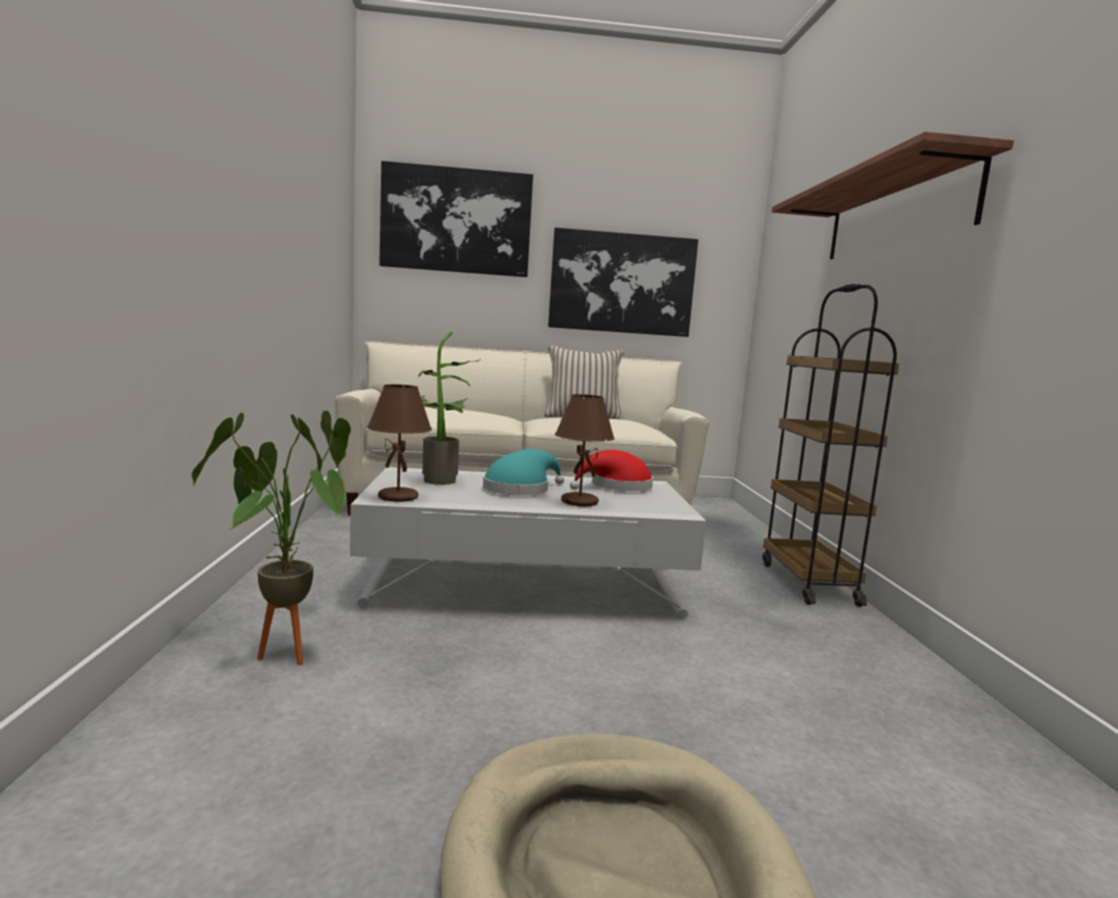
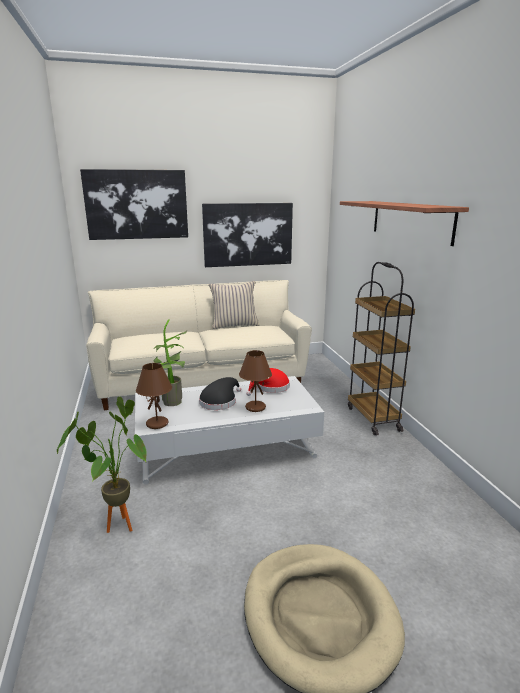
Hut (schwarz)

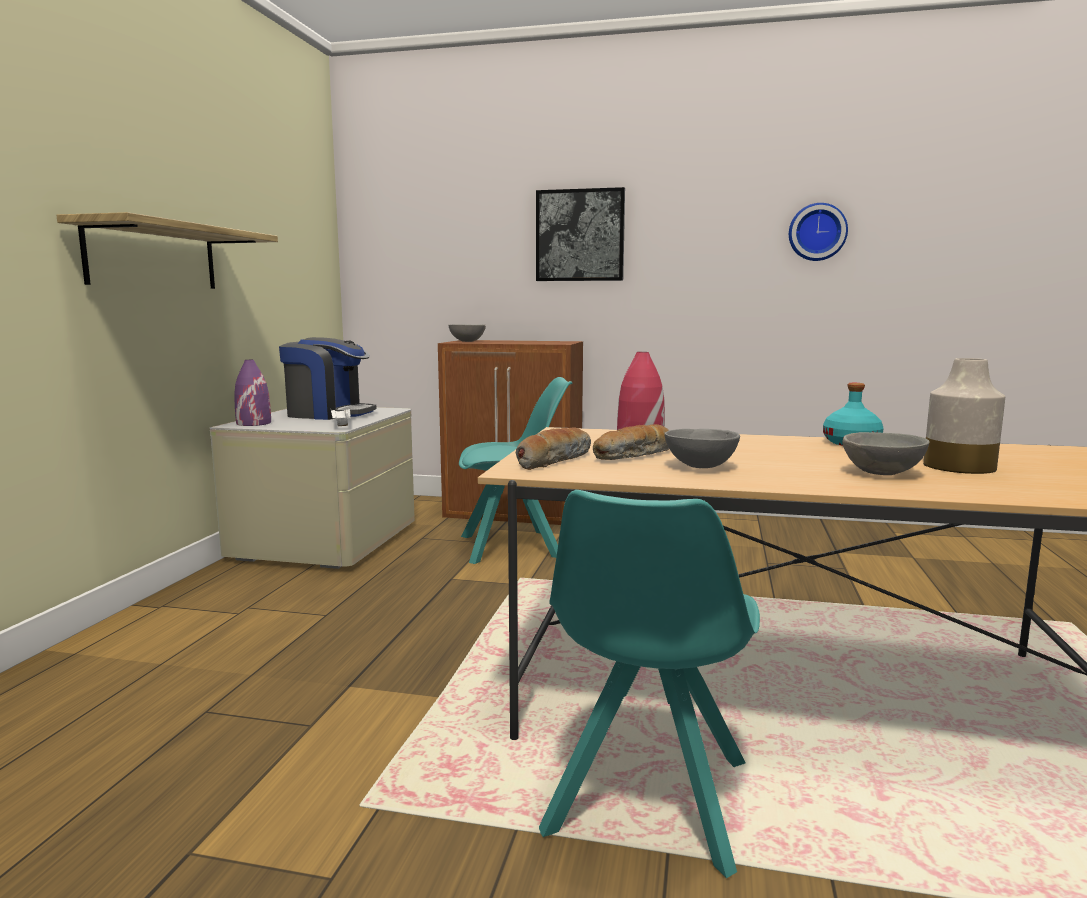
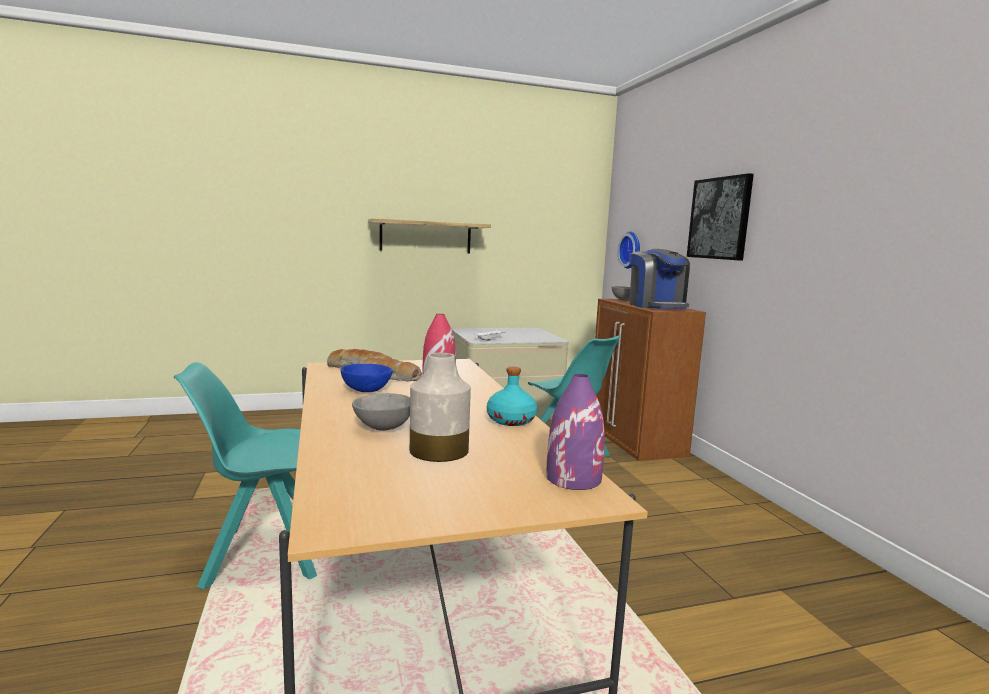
Wanduhr
Kaffeemaschine
Vase (lila)
Schüssel (blau)

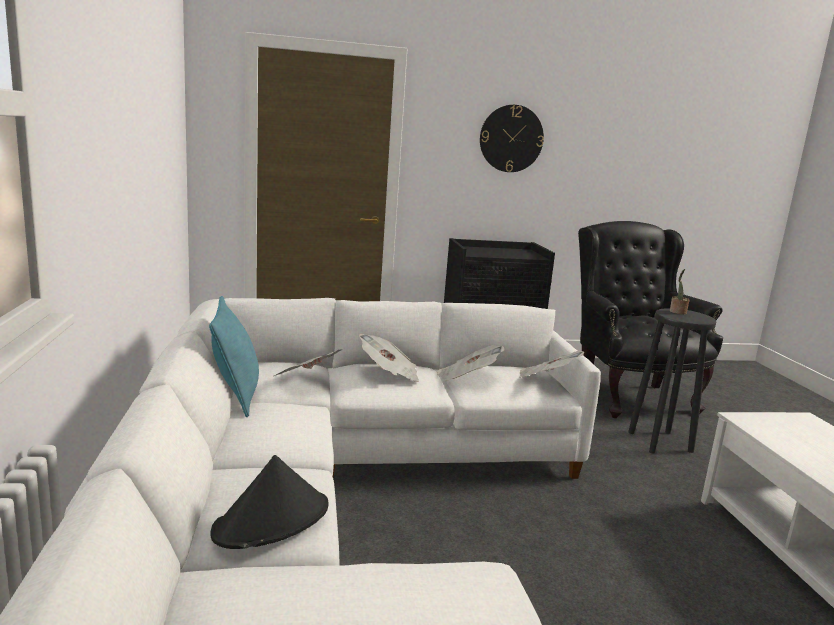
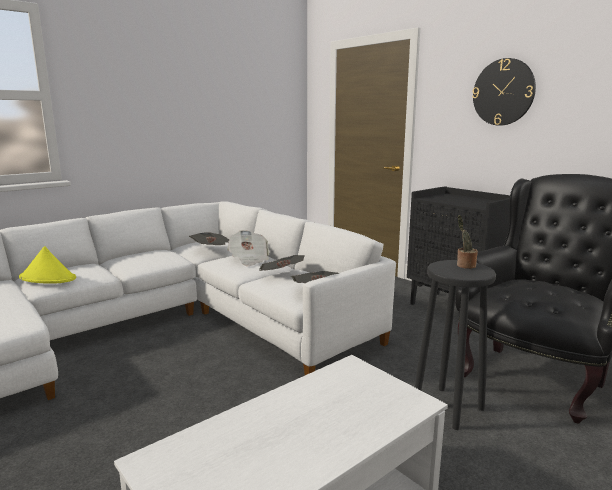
Kissen (türkis)
Hut (gelb)

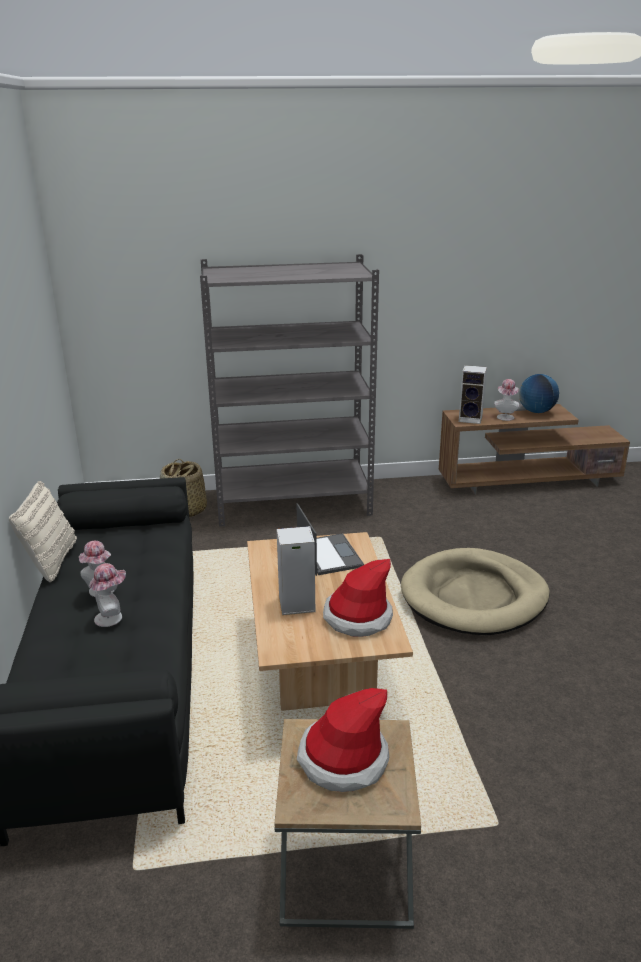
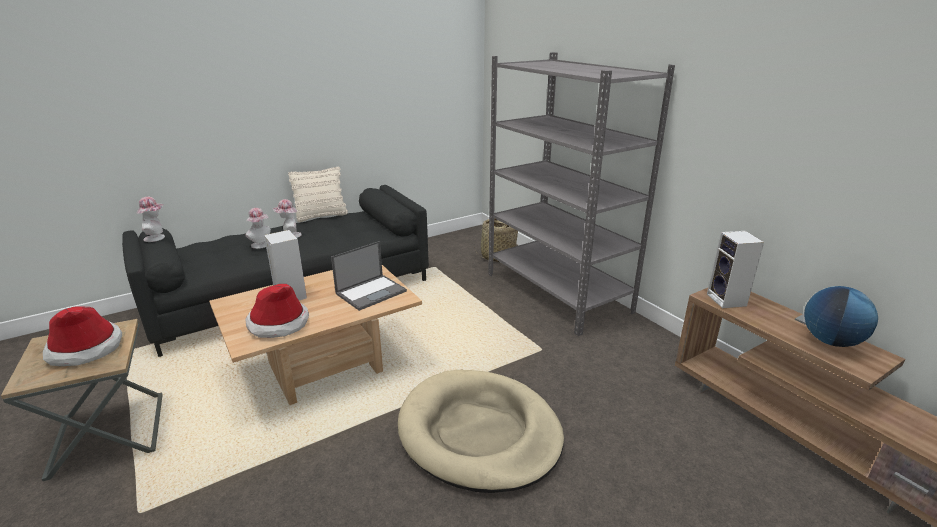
Hut (2nd from left)

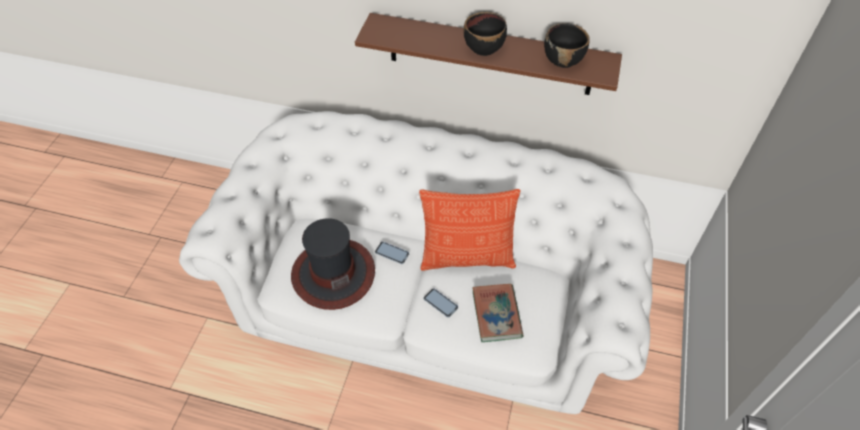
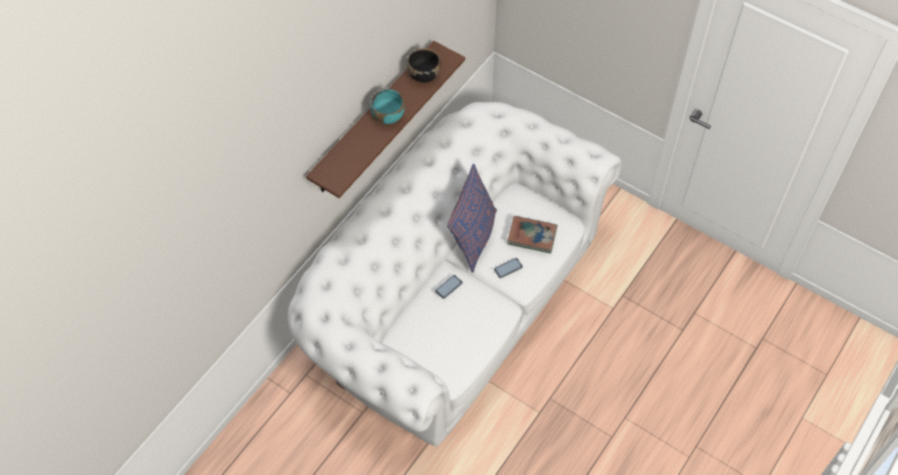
Schüssel (türkis)
Kissen (blau)
Hut

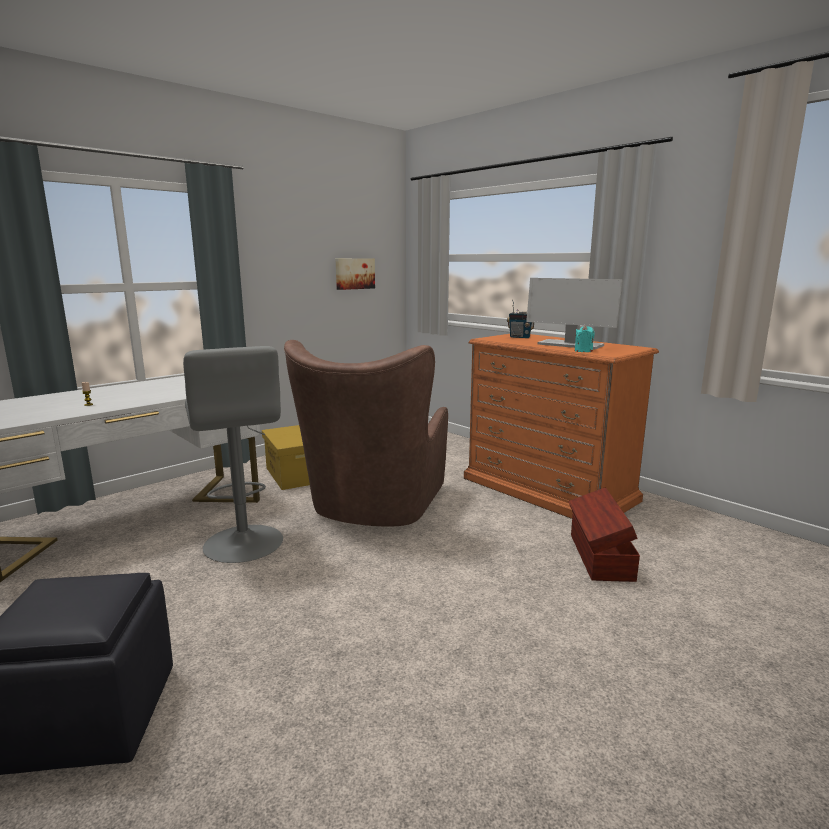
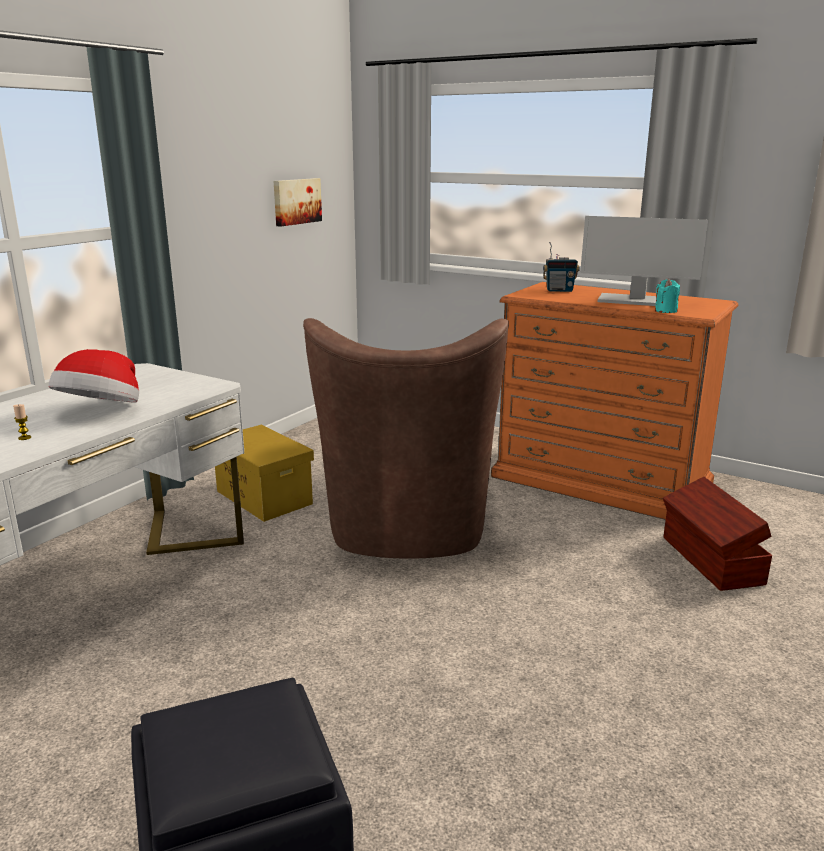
Hocker (grau)
Hut

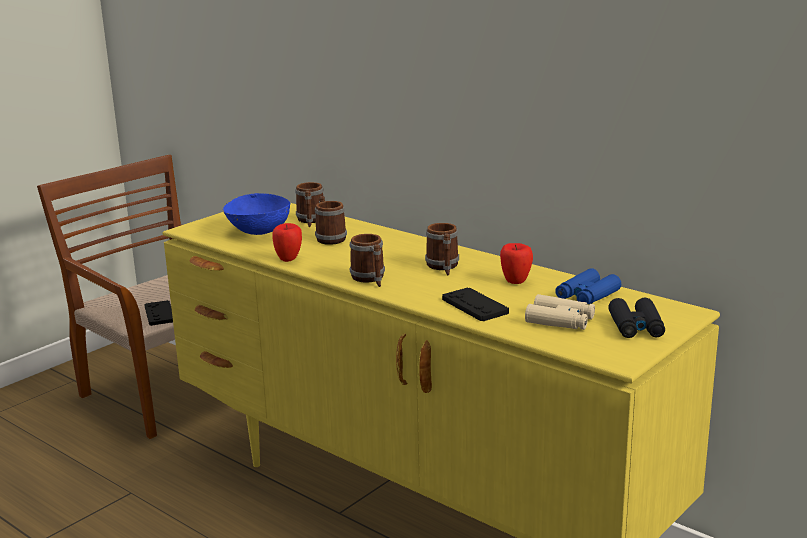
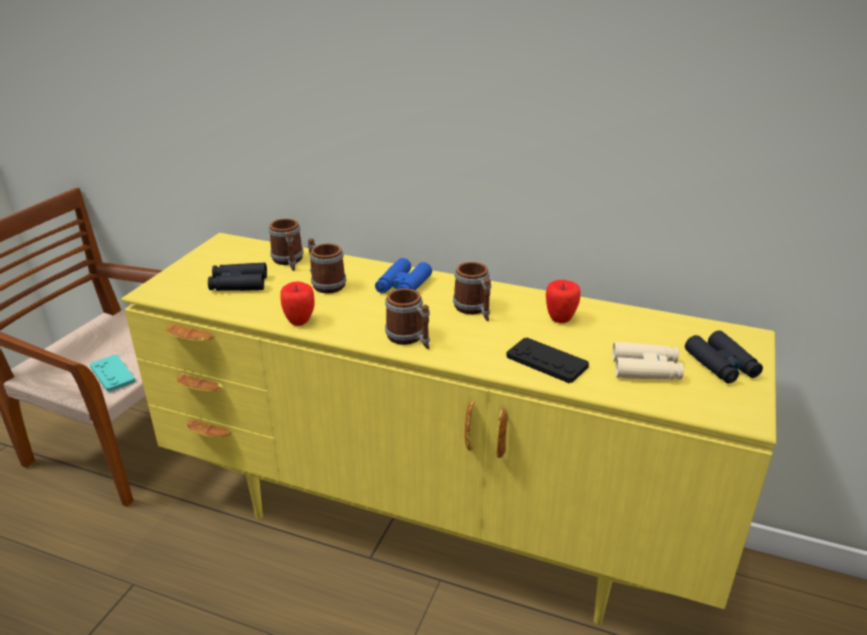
Fernglas (schwarz) (1st from left)
Fernglas (blau)
Gamepad (türkis)

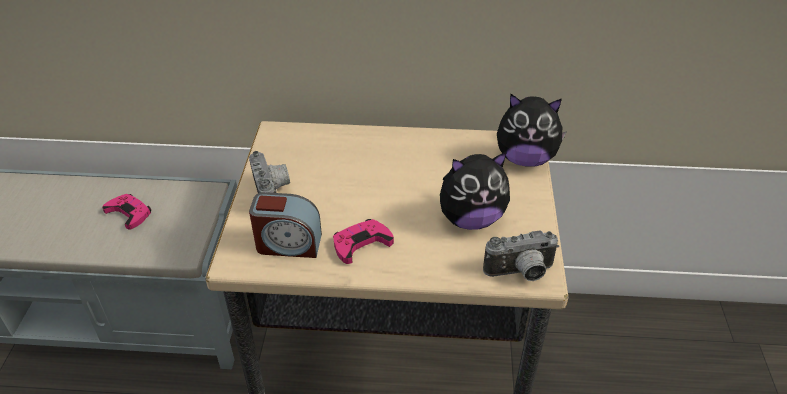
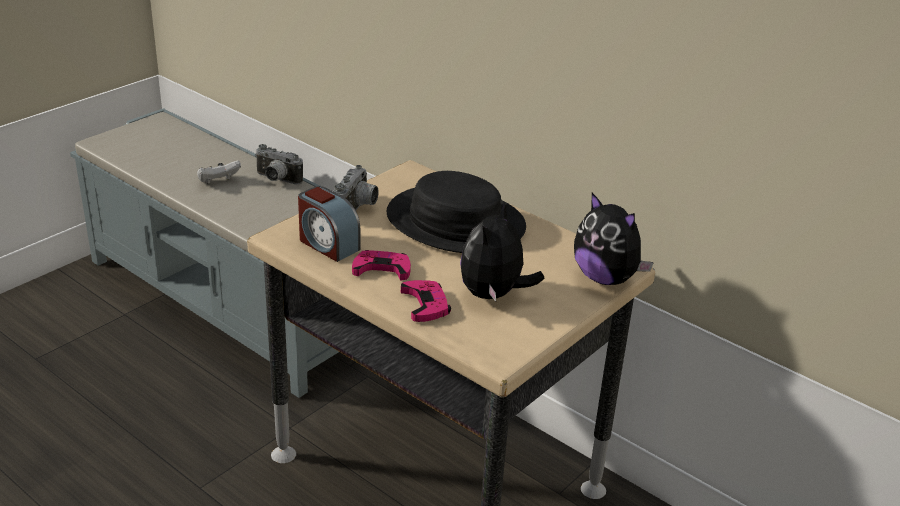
Plüschtier (1st from left)
Gamepad (rosa) (2nd from left)
Kamera (1st from left)
Gamepad (weiß)
Hut (schwarz)

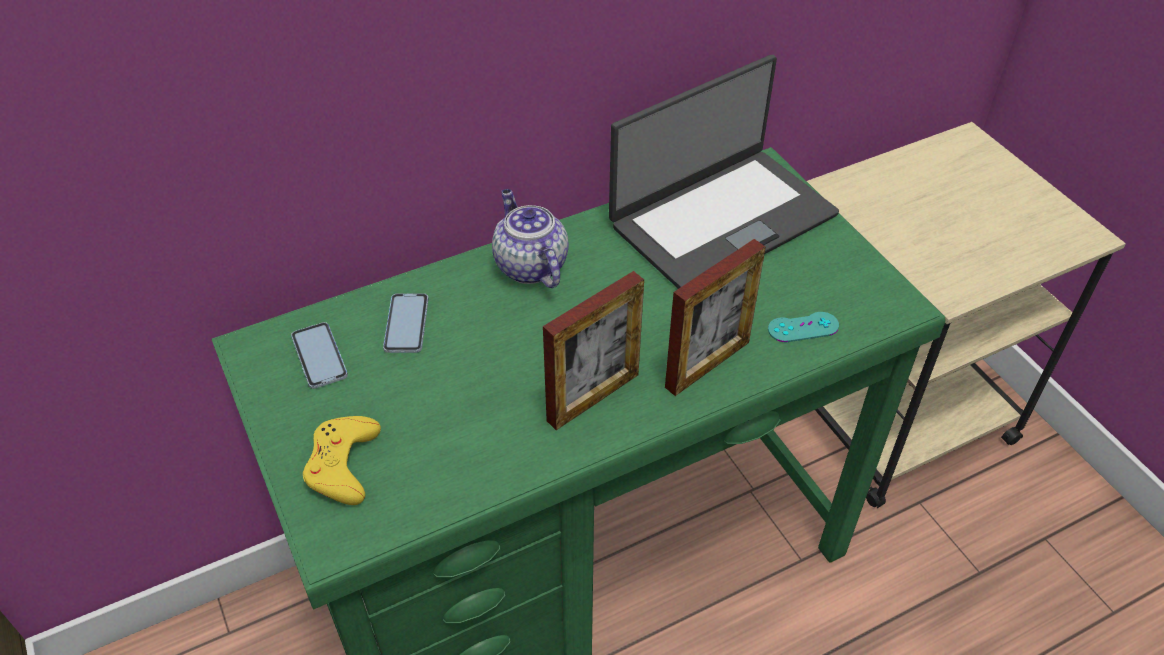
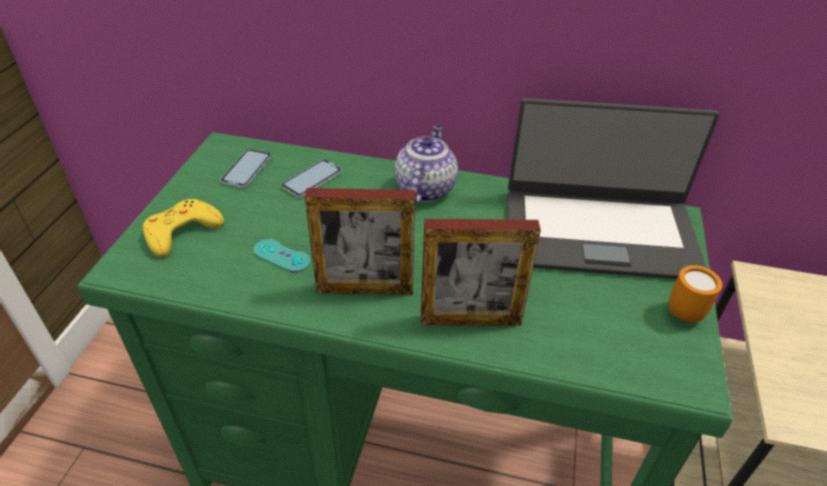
Gamepad (türkis)
Henkelbecher (orange)

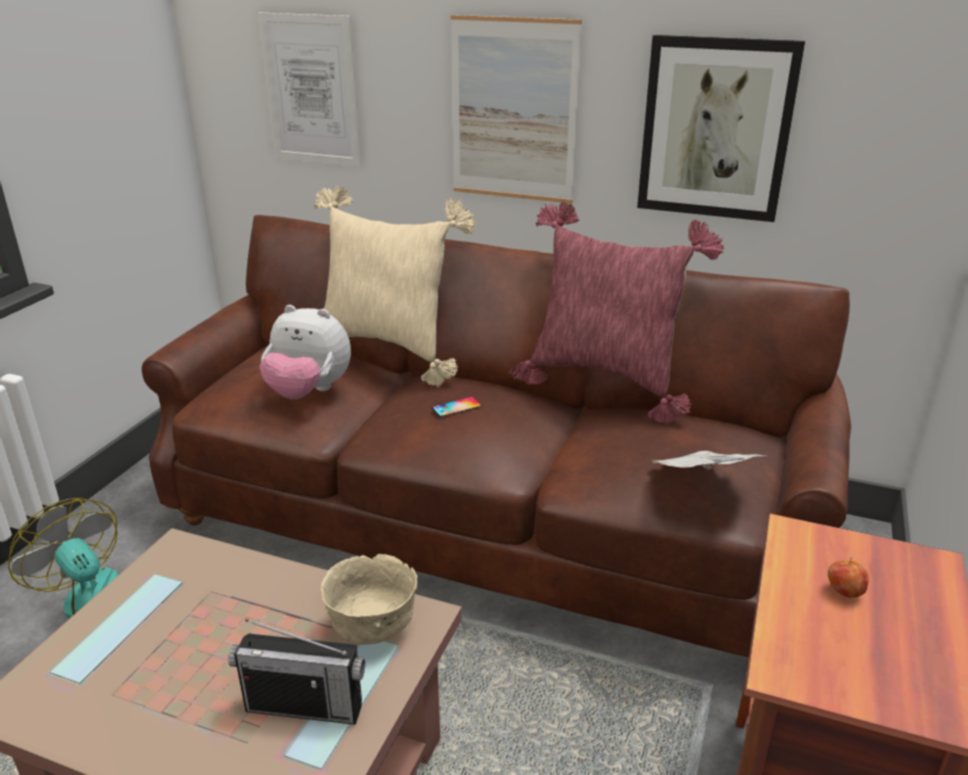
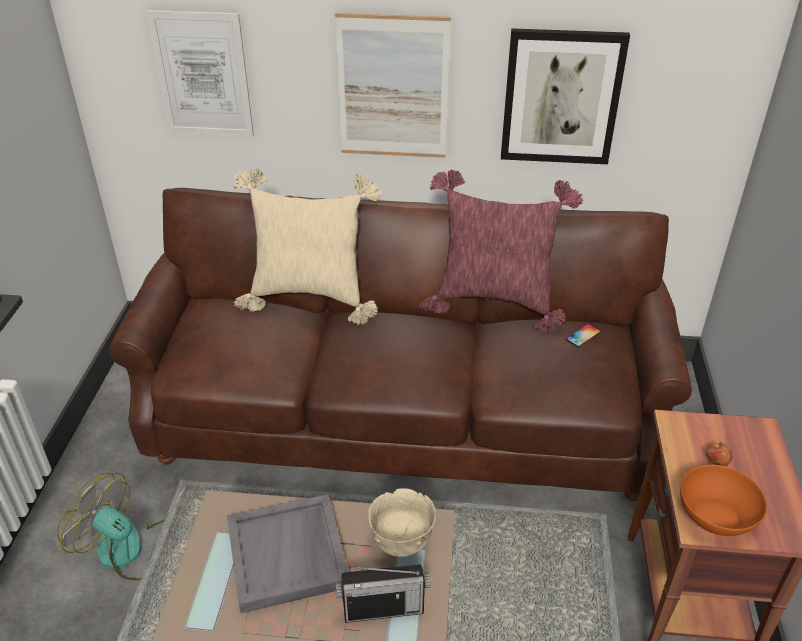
Plüschtier
Handy
Zeitung
Schüssel (orange)
Tablett (grau)

